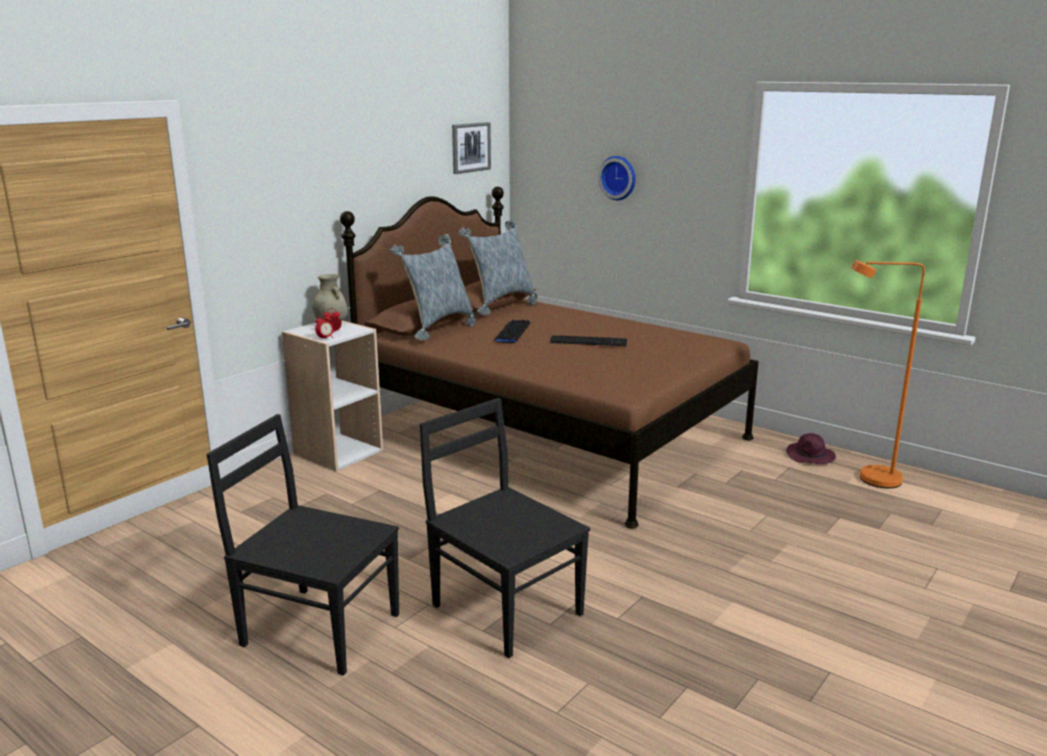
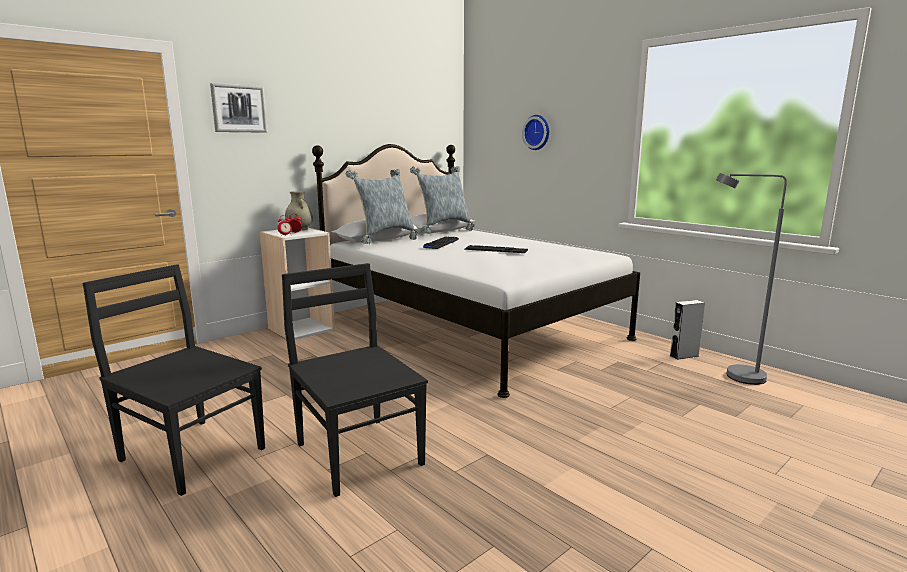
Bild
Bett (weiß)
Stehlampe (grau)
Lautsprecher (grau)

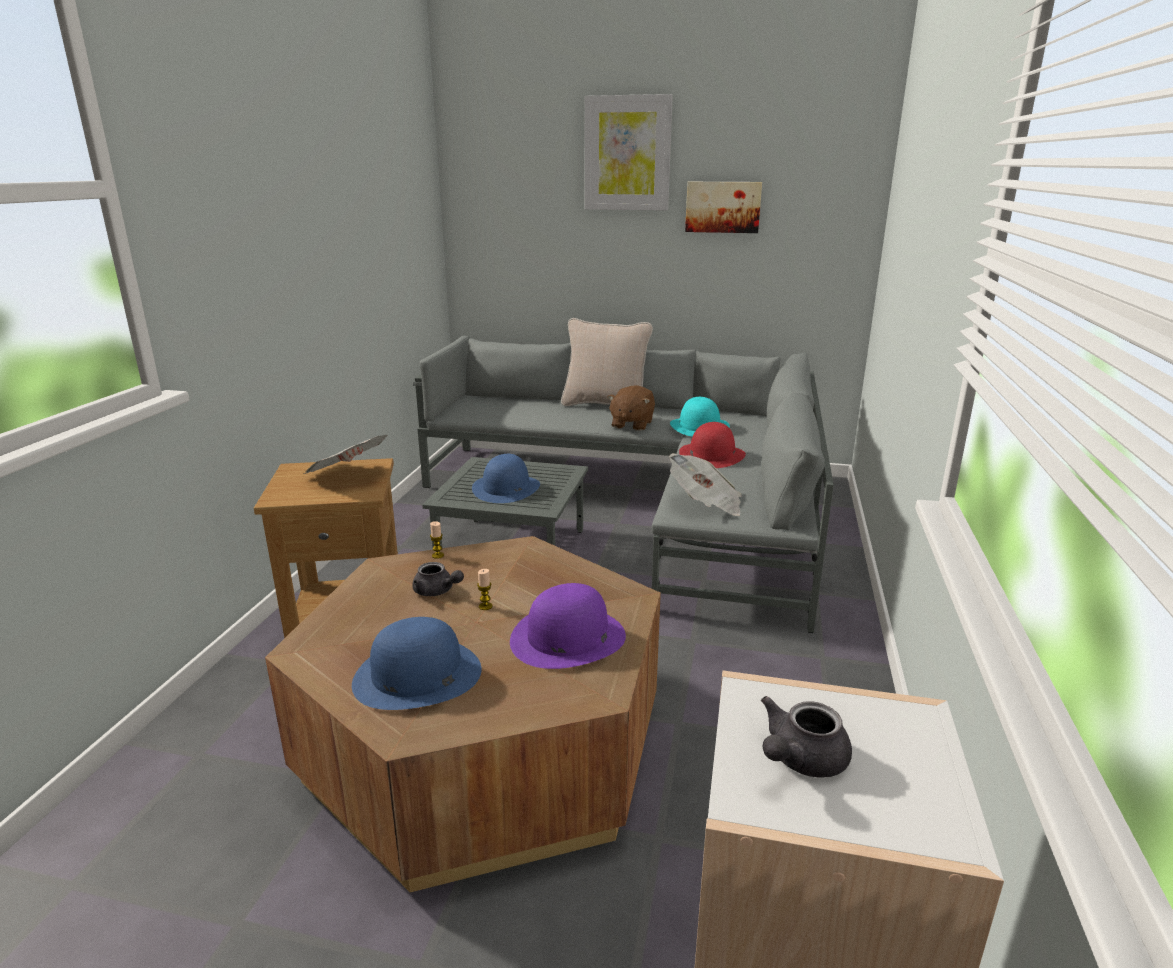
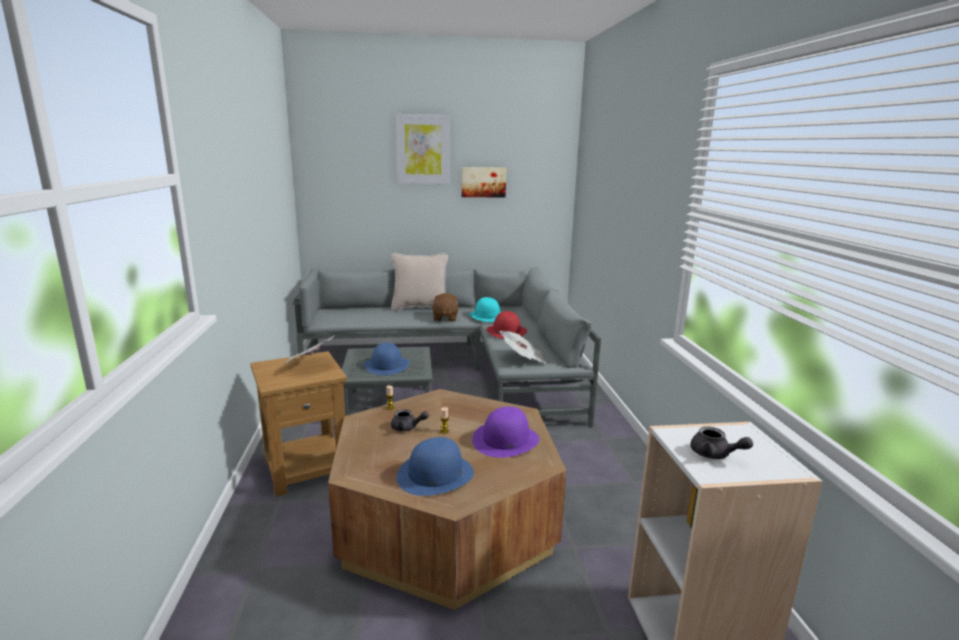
Teekanne (grau) (2nd from left)

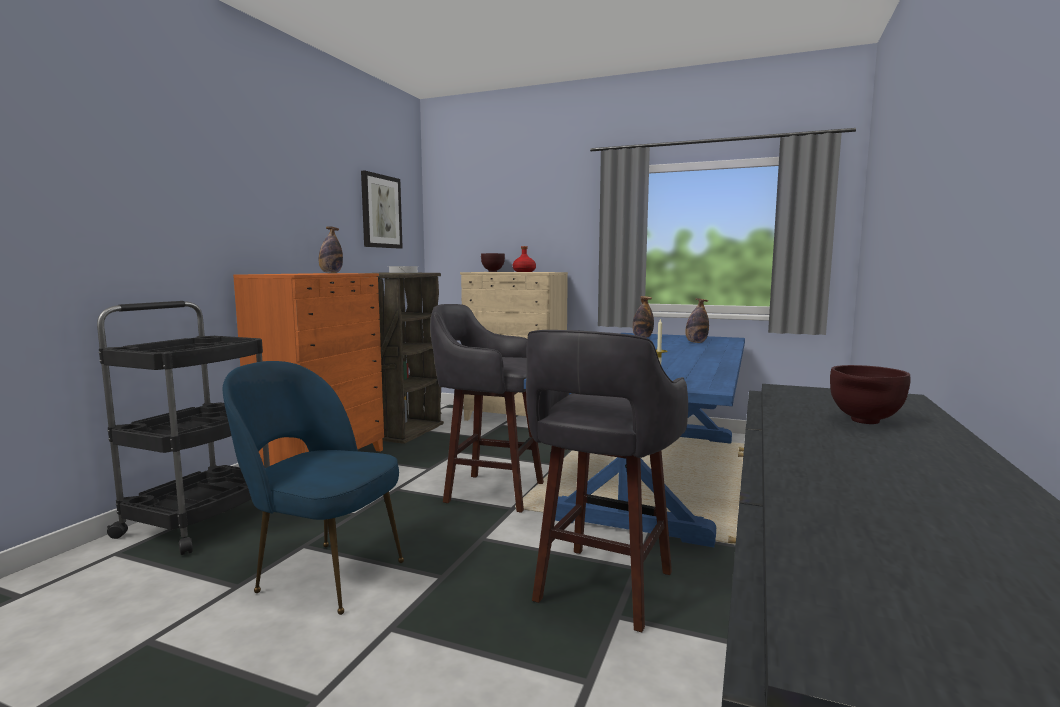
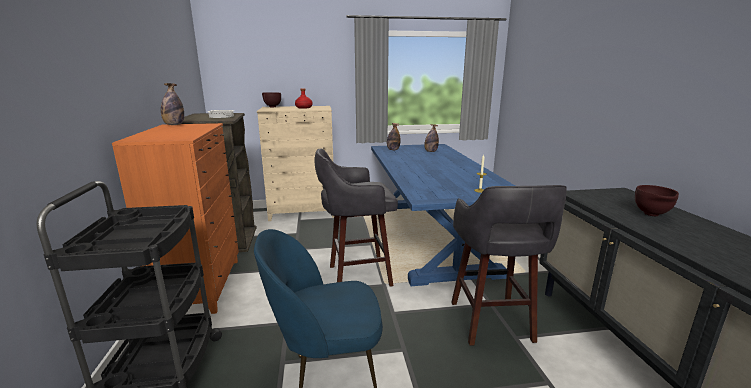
Bild

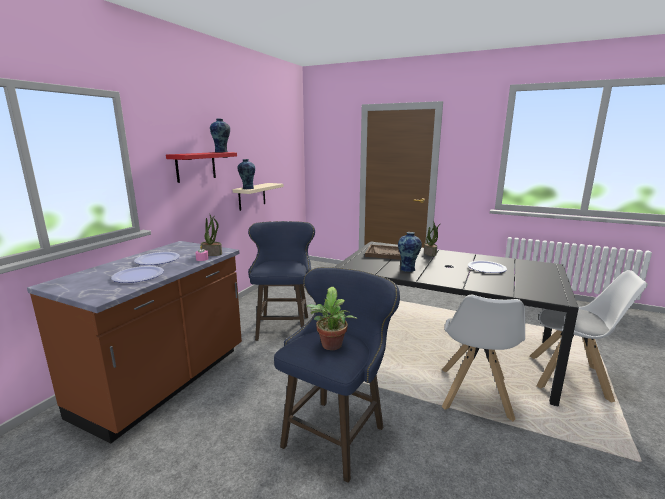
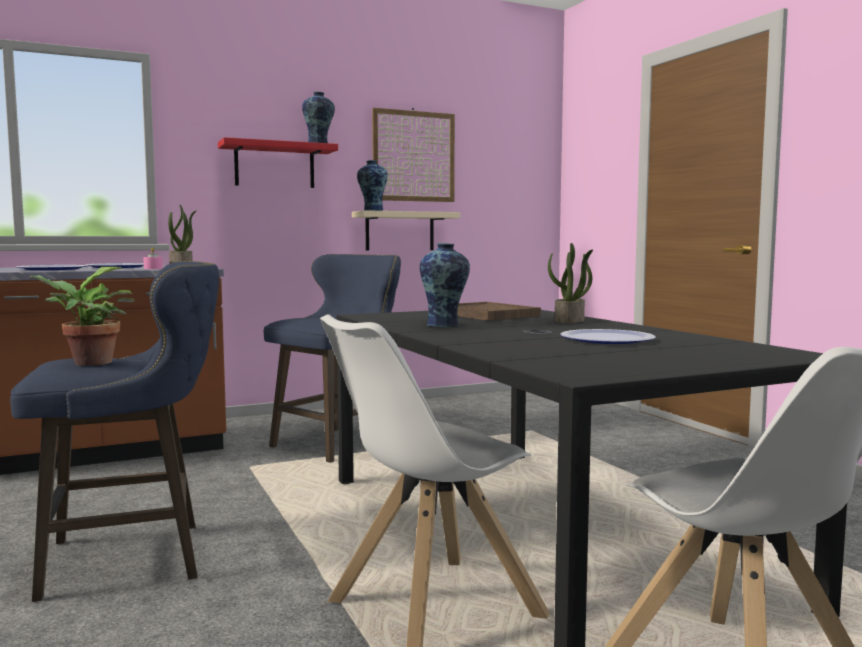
Bild

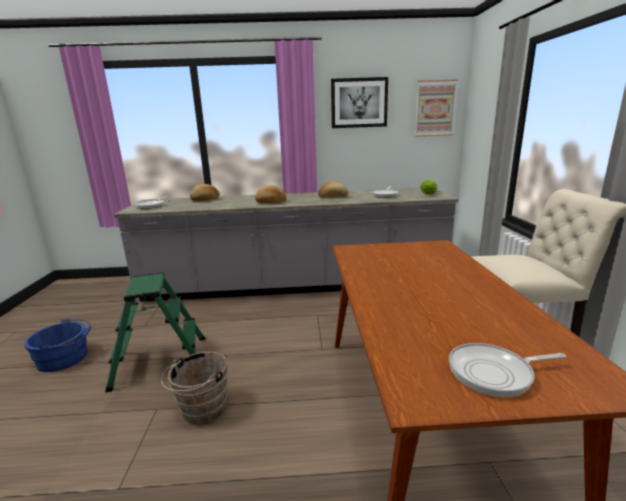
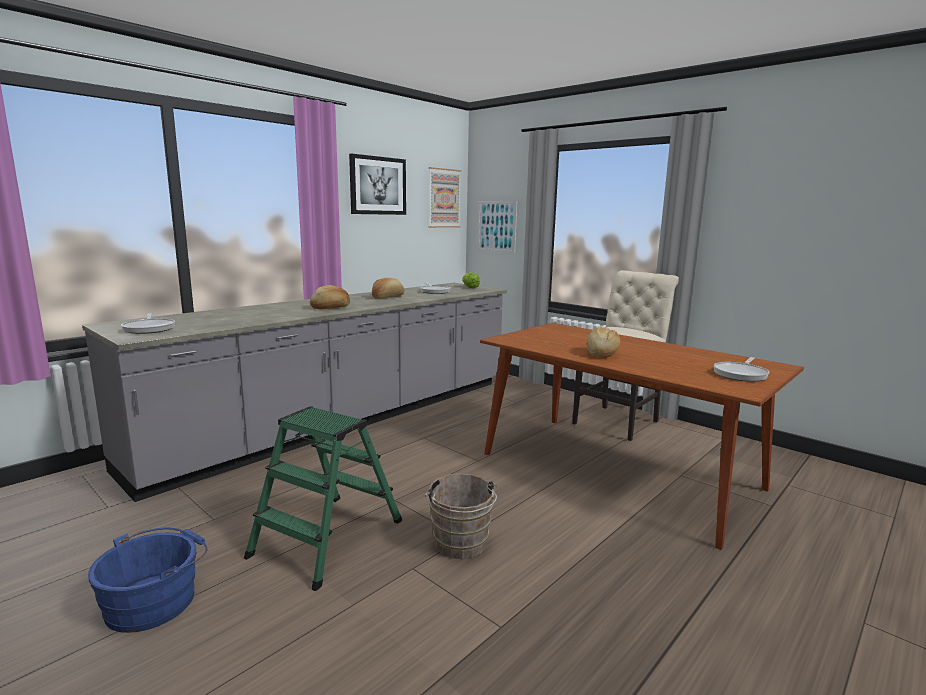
Brot (3rd from left)
Bild (3rd from left)

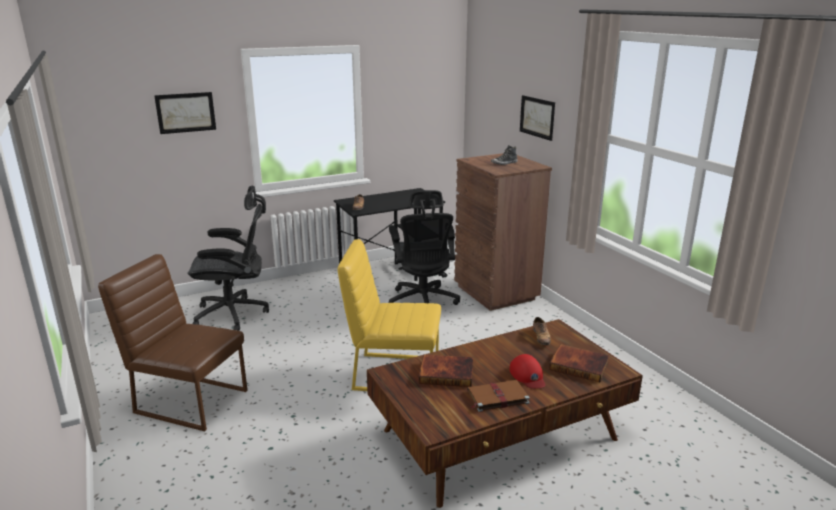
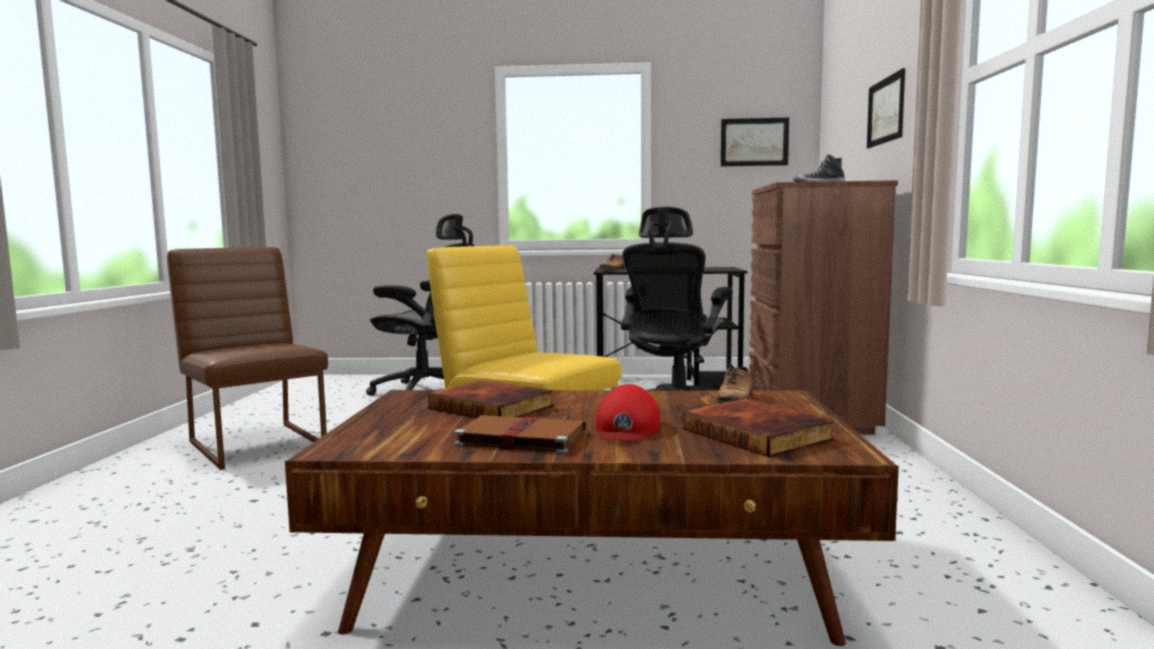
Bild (1st from left)

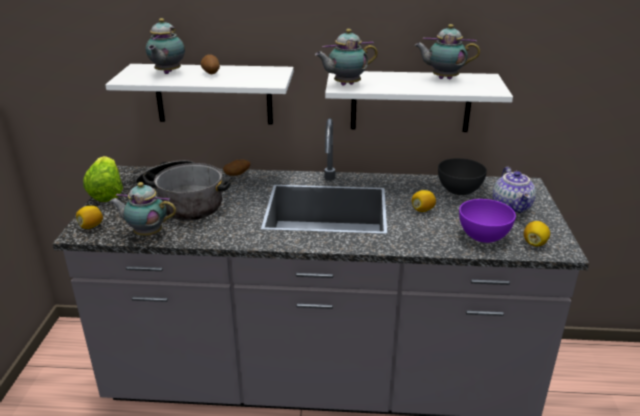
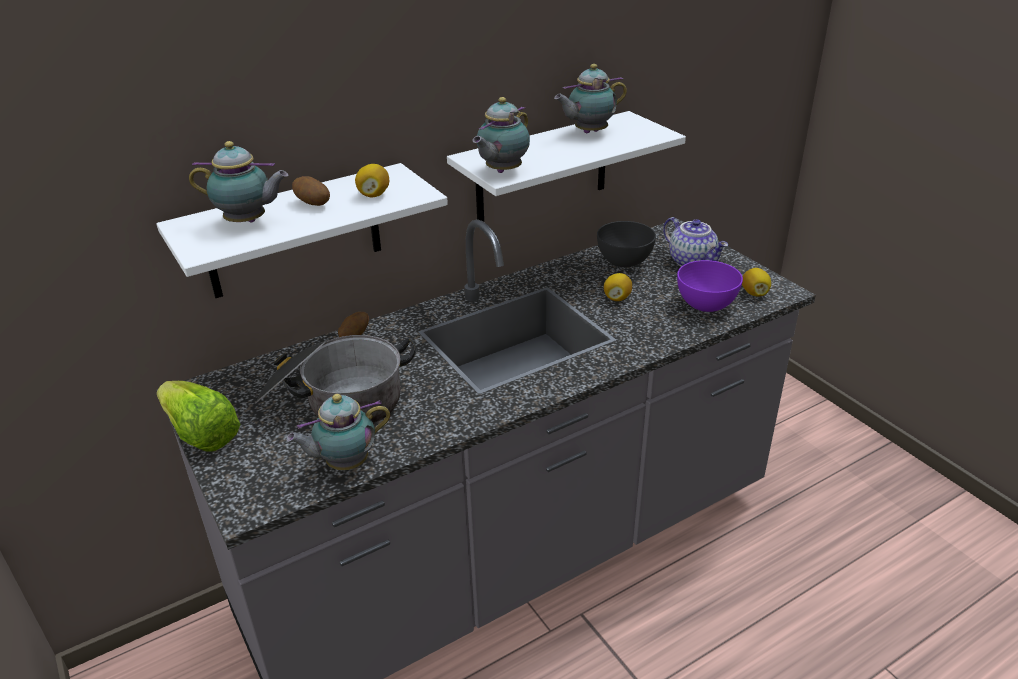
Teekanne (1st from left)
Zitrone (1st from left)

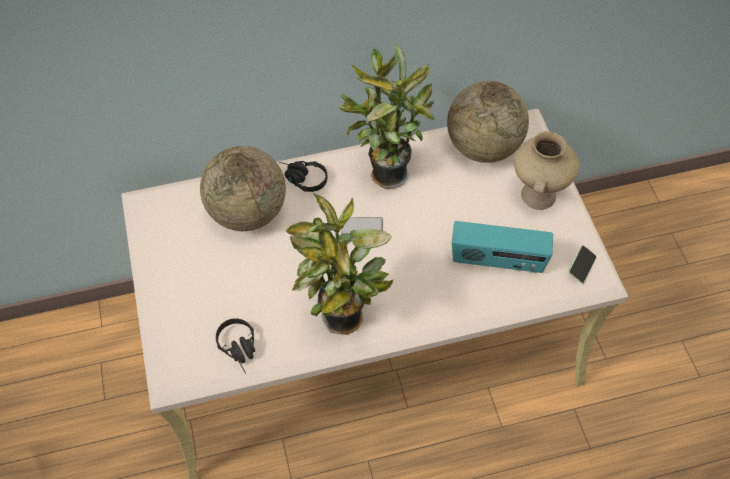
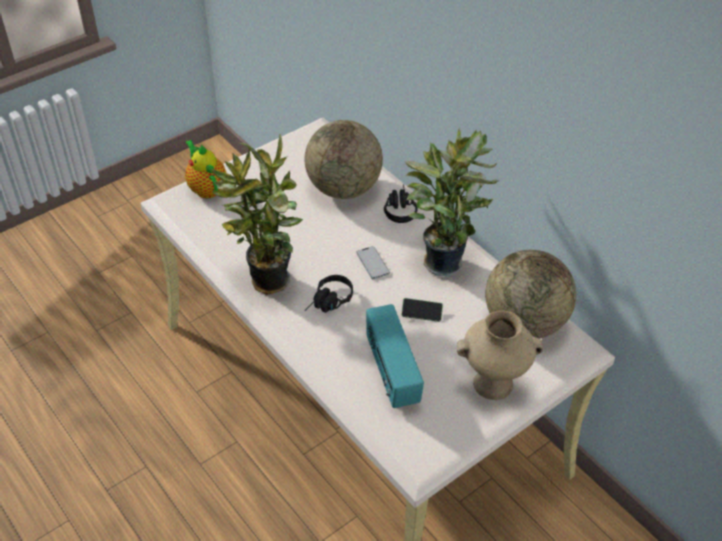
Handy (2nd from left)
Kopfhörer (schwarz) (1st from left)
Teekanne

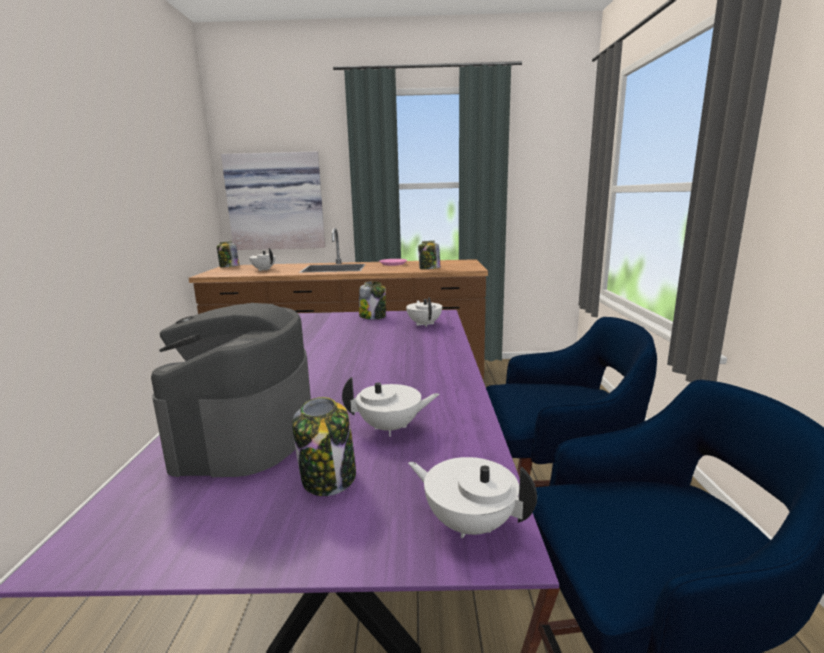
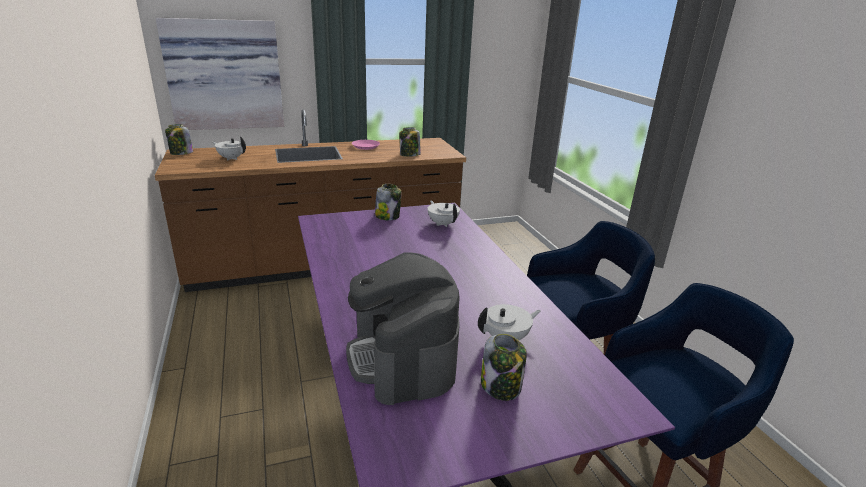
Teekanne (weiß) (4th from left in the first image)

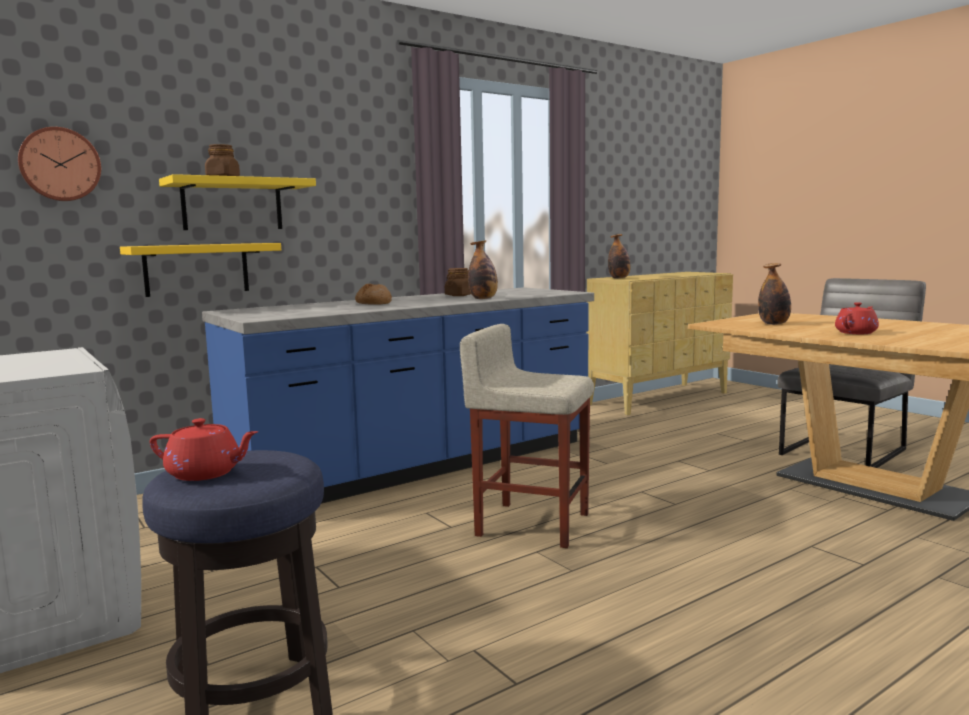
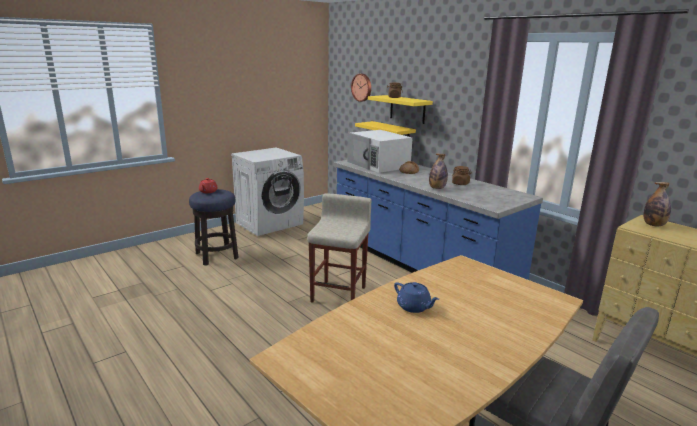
Flasche (3rd from left in the first image)
Teekanne (blau)
Mikrowelle (weiß)

